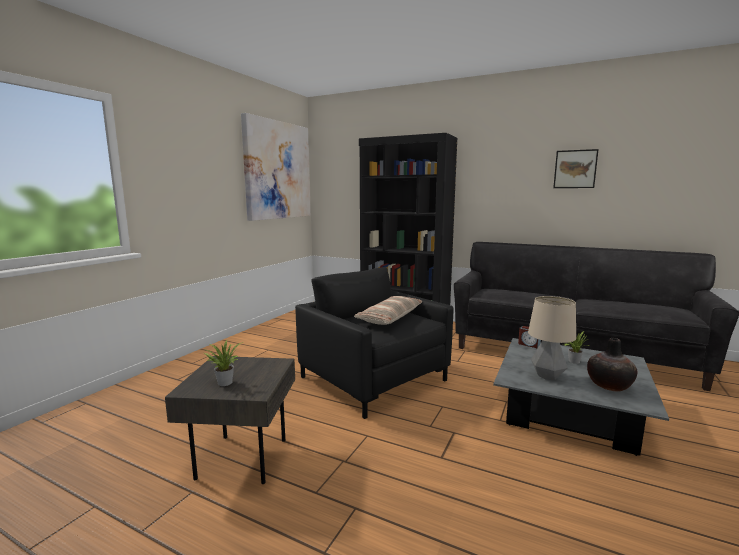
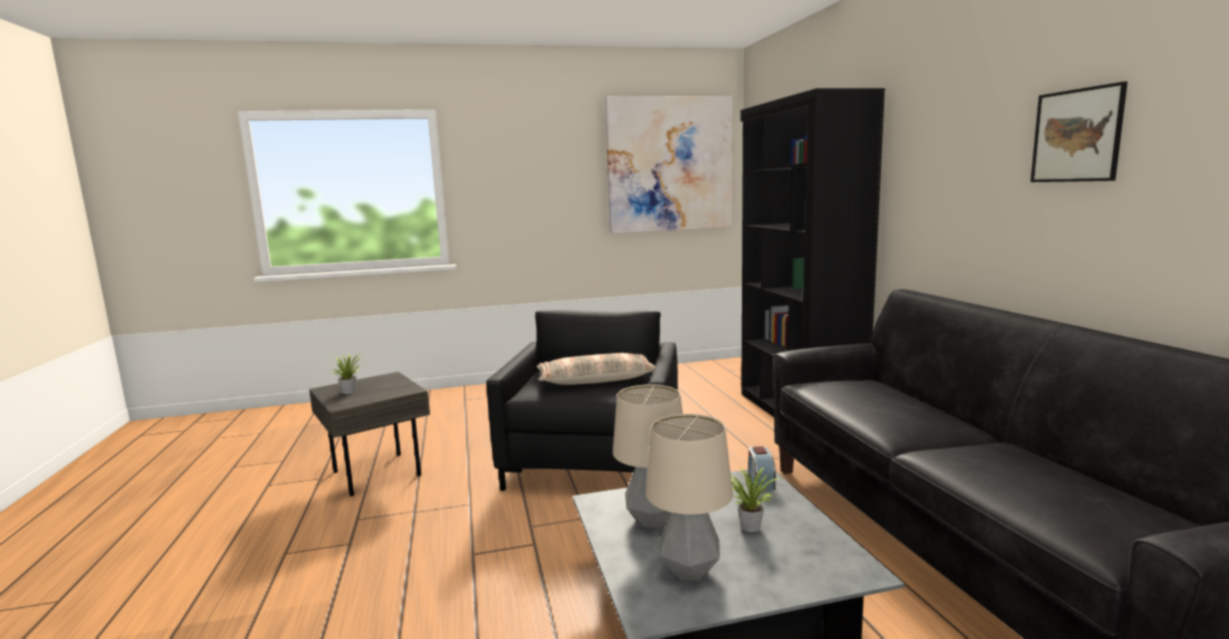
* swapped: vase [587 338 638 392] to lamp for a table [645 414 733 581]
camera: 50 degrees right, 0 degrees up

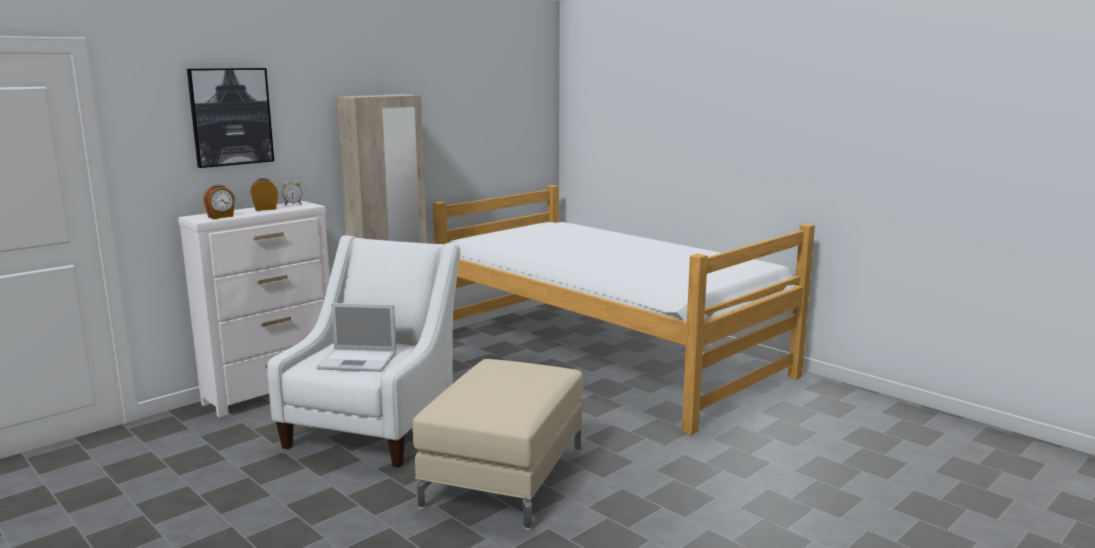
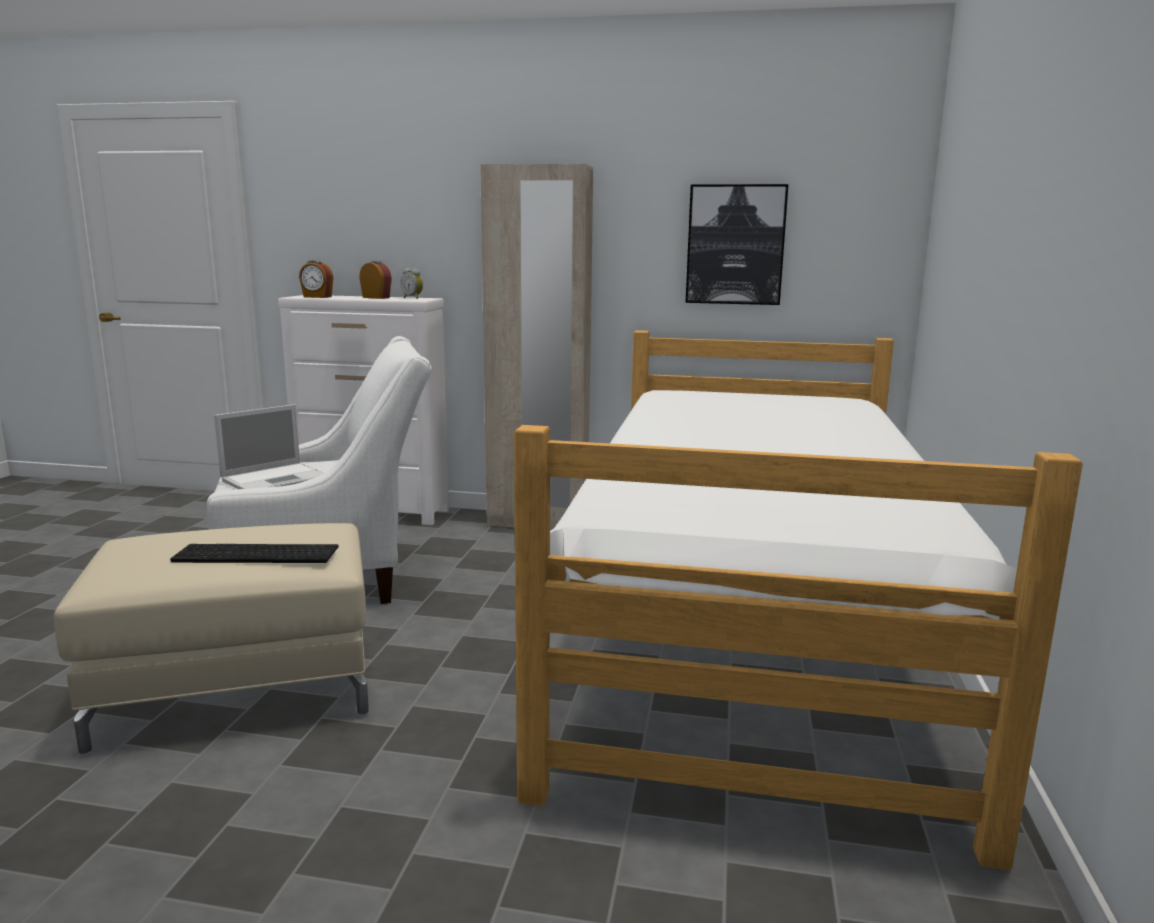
* shifted: picture [187 68 274 168] to [686 184 788 305]
* rotated: portable computer [317 303 396 372] = [214 404 324 489] 105 degrees counterclockwise
* new: PC keyboard [170 544 339 563]
camera: 55 degrees right, 0 degrees up

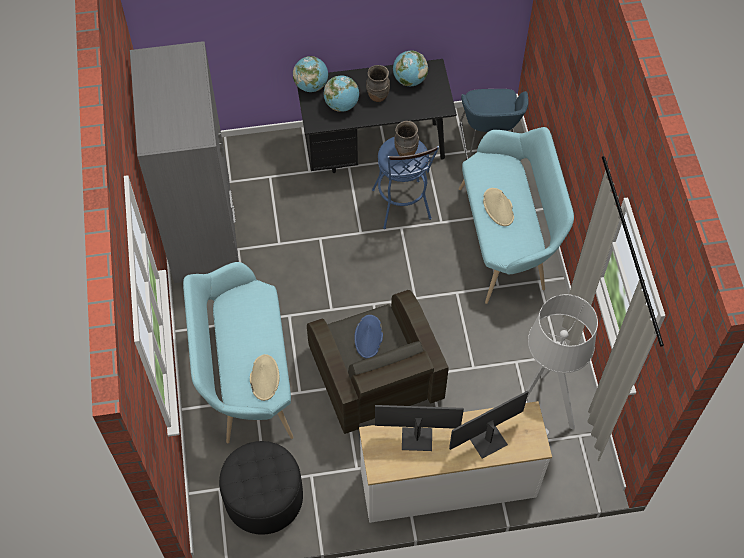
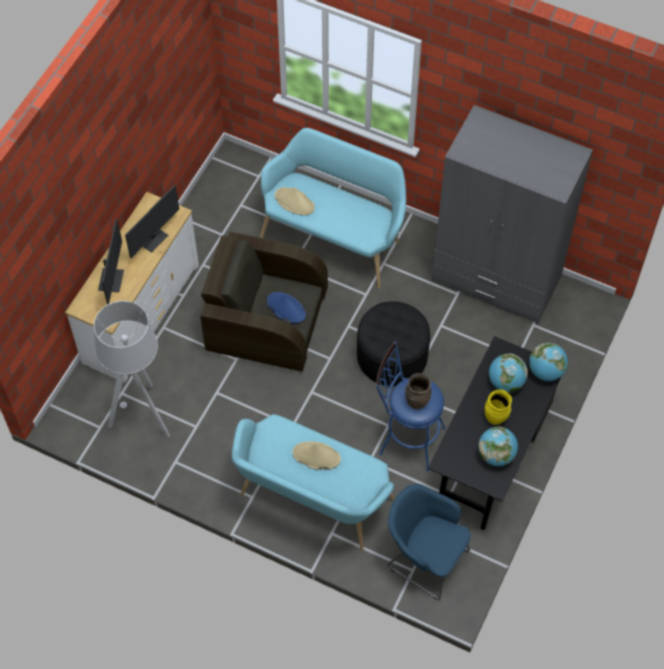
* shifted: footrest (black-coloured) [219 441 303 535] to [357 301 430 386]
* repainted: vase (brown-coloured) [366 65 390 102] to vase (yellow-coloured) [485 390 512 425]
camera: 125 degrees right, 0 degrees up

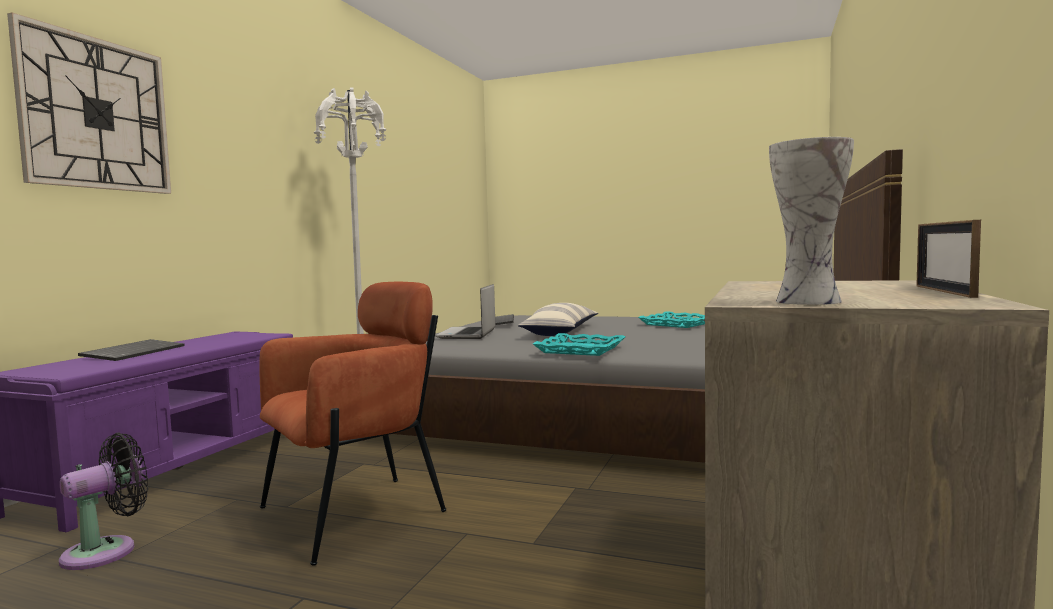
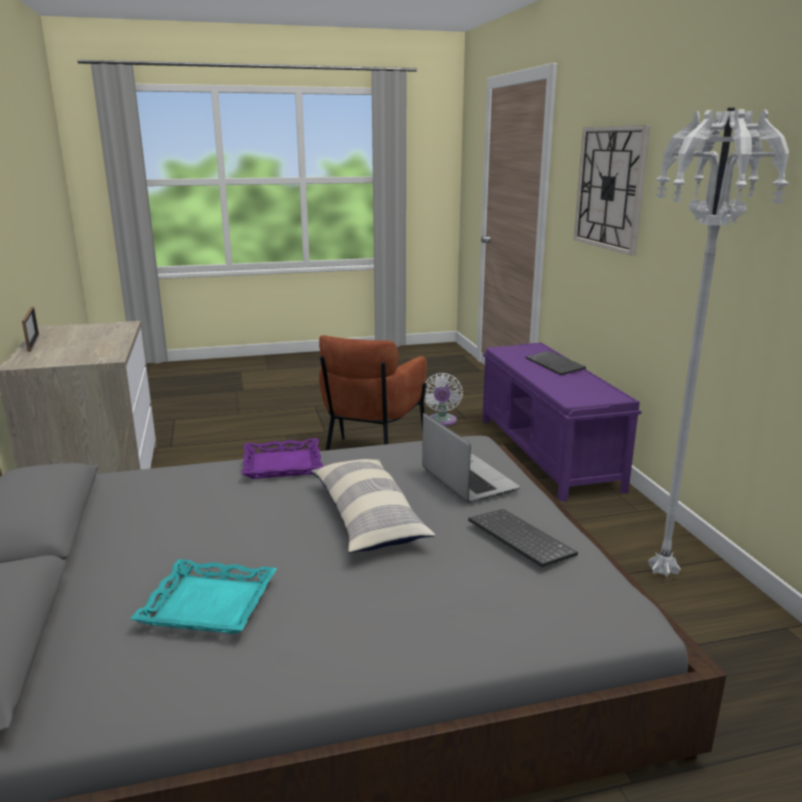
* repainted: fan (black-coloured) [59 432 148 570] to fan (whitish) [424 373 463 426]
* repainted: tray (blue-green) [533 333 625 356] to tray (purplish) [242 438 323 479]
* gone: vase [769 137 854 305]
camera: 145 degrees right, 15 degrees up

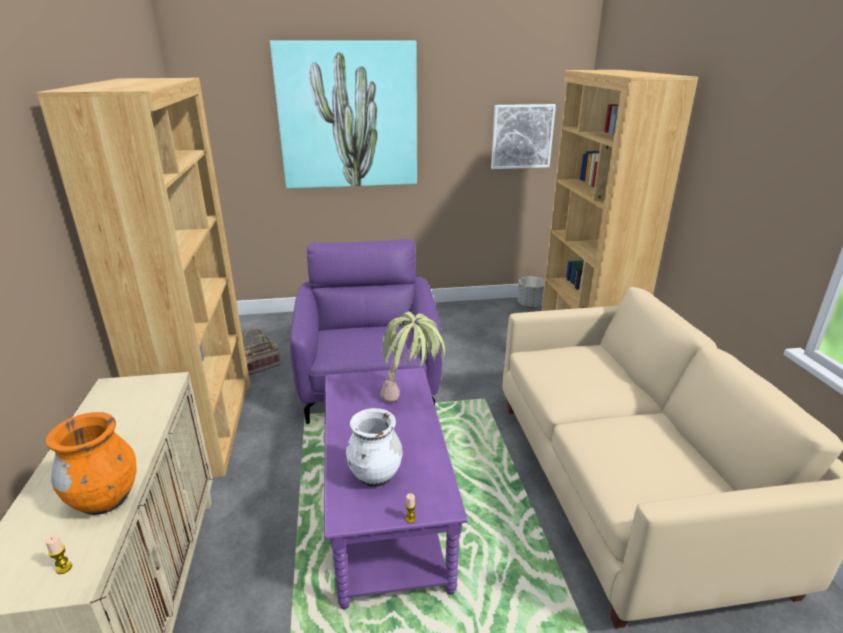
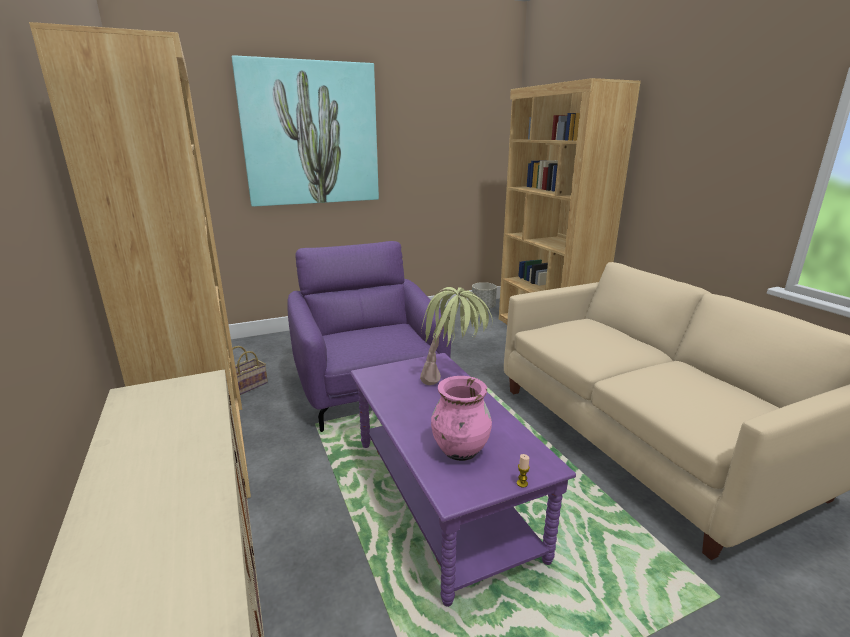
* gone: wax light [45 534 72 574]
* gone: vase (orange) [46 412 137 515]
* repainted: vase (whitish) [346 408 402 487] to vase (pink-coloured) [431 376 492 461]
* gone: picture [491 104 556 169]
camera: 15 degrees left, 5 degrees down

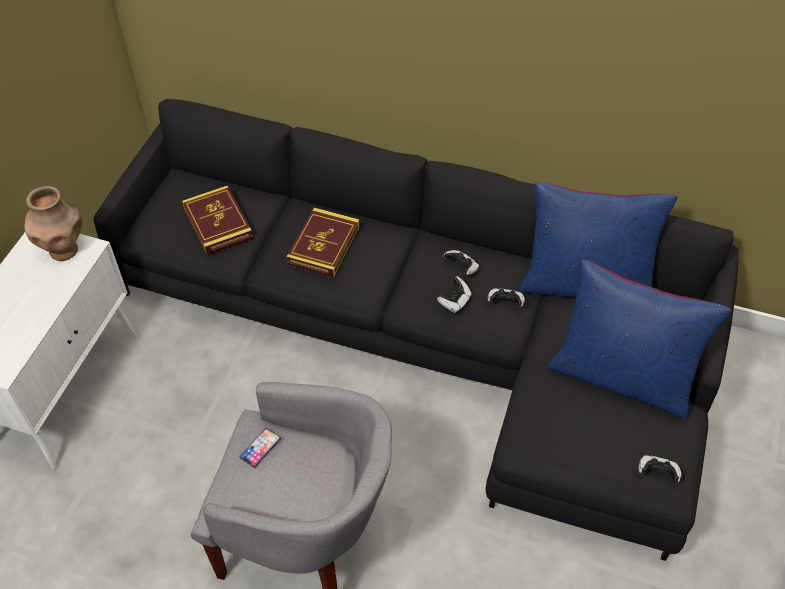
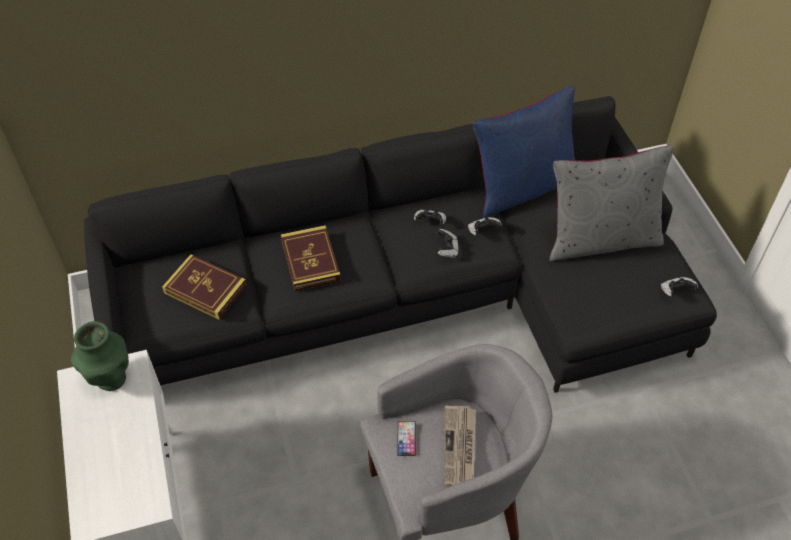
* repainted: vase (brown-coloured) [24 186 82 261] to vase (green) [71 321 129 391]
* repainted: cushion (bluish) [548 259 731 419] to cushion (greyish) [549 145 674 261]
* new: newspaper [444 406 476 486]
camera: 35 degrees left, 0 degrees up

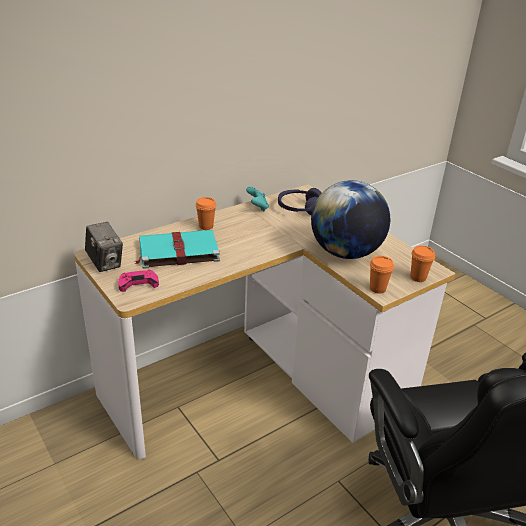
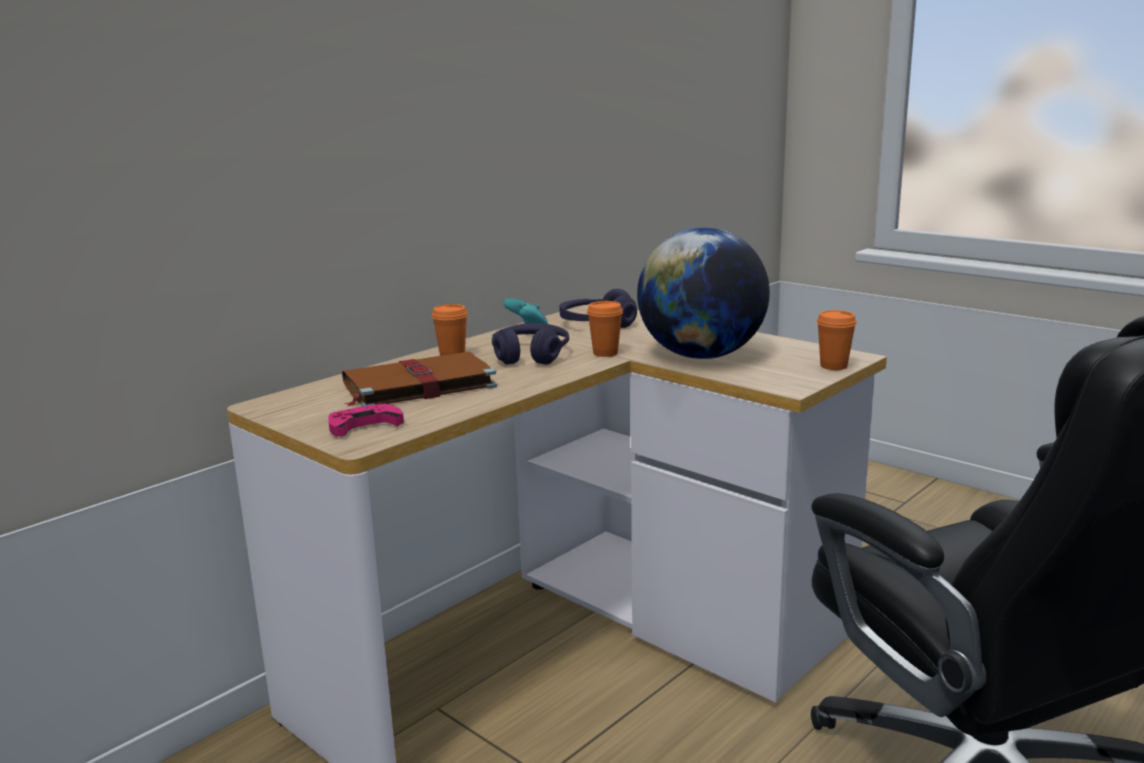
* gone: photo camera [85 222 123 272]
* repainted: volume (blue-green) [135 230 220 269] to volume (brown-coloured) [342 351 497 407]
* shifted: small cup (orange) [370 256 394 294] to [587 301 623 357]
* new: headphones (purplish) [492 323 569 365]
camera: 10 degrees left, 15 degrees down

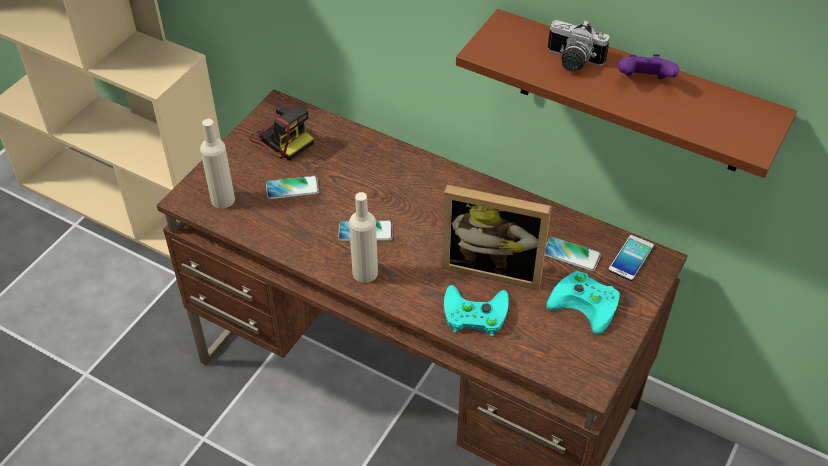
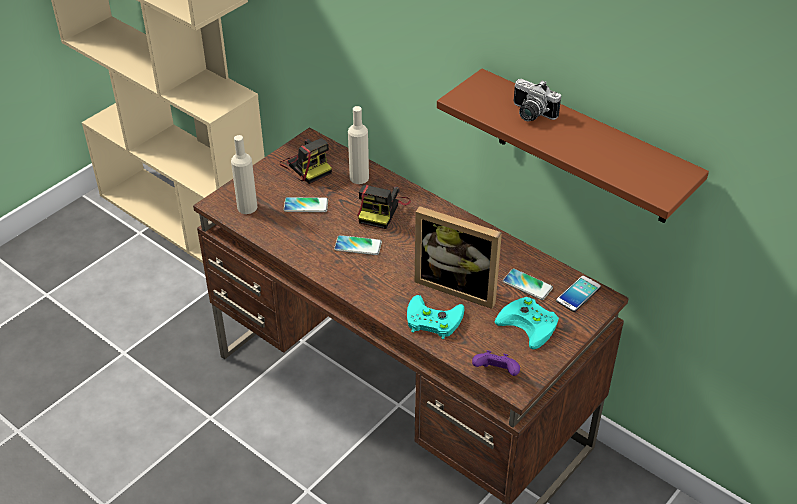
* shifted: drink bottle (sand-coloured) [349 192 378 283] to [348 106 369 184]
* shifted: joypad (purplish) [618 54 679 79] to [472 350 520 376]
* new: photo camera [357 185 411 229]
camera: 10 degrees right, 5 degrees down

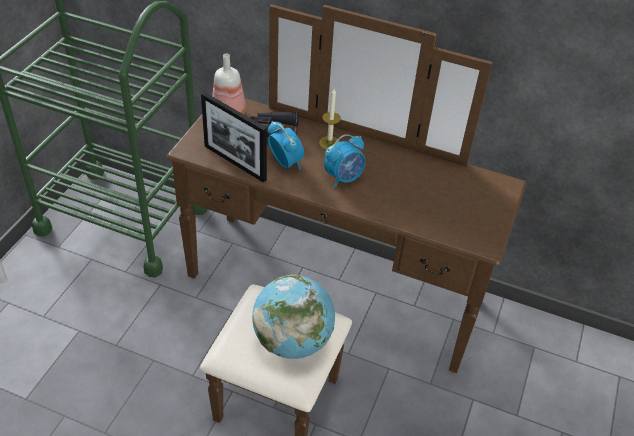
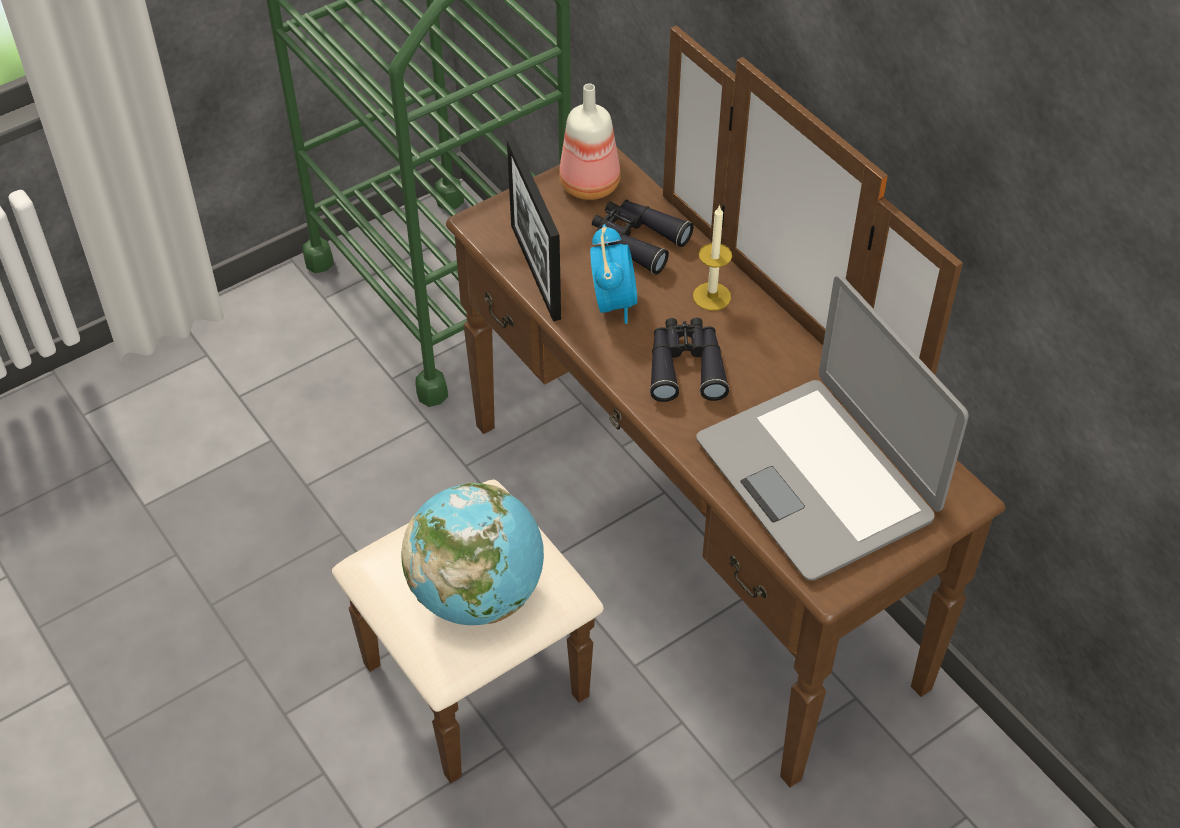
* swapped: table clock [324 134 365 188] to field glasses (black-coloured) [650 318 729 402]
* new: portable computer [696 275 969 581]
camera: 35 degrees right, 5 degrees up

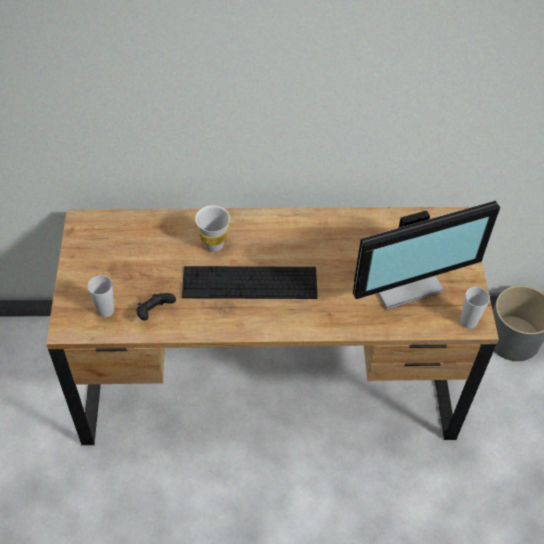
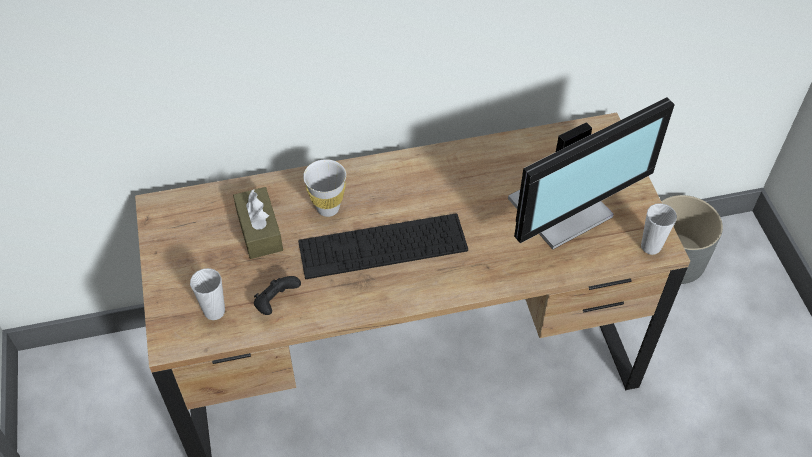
* new: box of tissues (brown-coloured) [233 187 283 259]
camera: 10 degrees left, 0 degrees up

